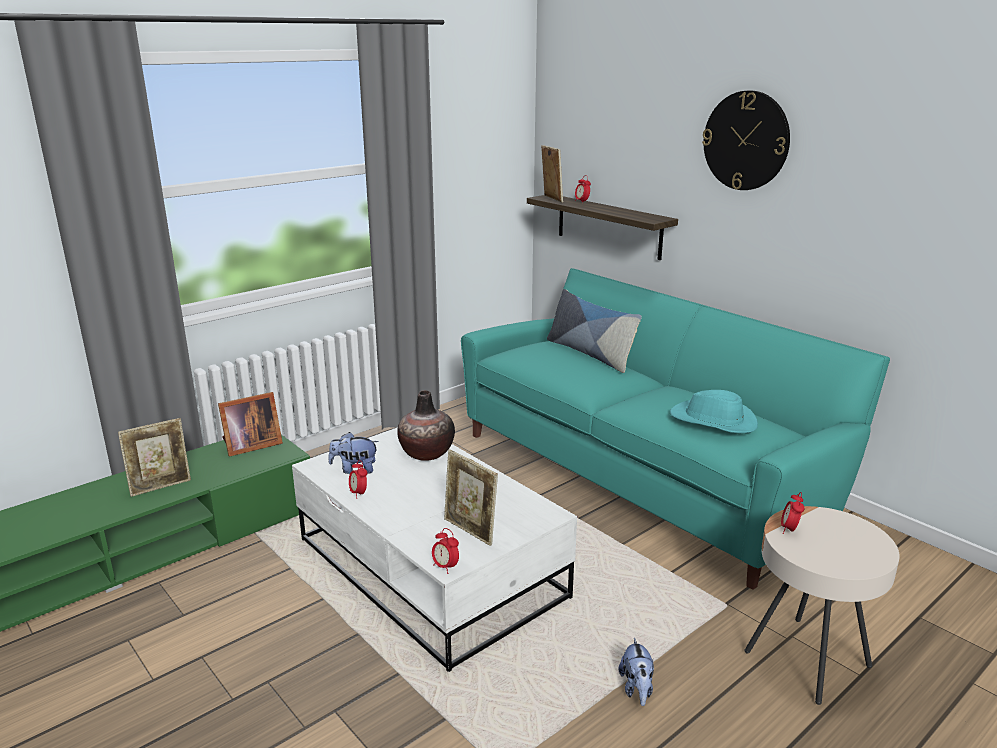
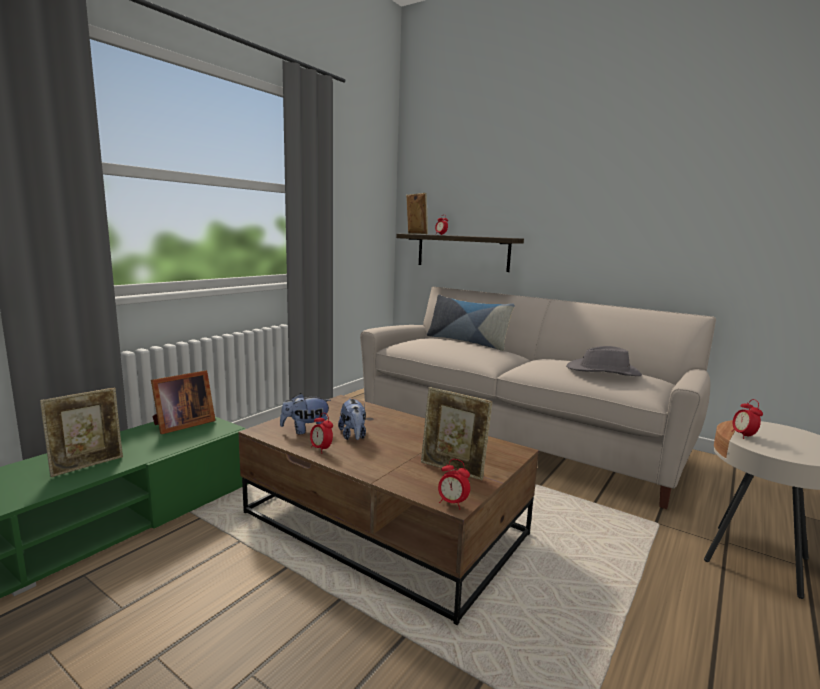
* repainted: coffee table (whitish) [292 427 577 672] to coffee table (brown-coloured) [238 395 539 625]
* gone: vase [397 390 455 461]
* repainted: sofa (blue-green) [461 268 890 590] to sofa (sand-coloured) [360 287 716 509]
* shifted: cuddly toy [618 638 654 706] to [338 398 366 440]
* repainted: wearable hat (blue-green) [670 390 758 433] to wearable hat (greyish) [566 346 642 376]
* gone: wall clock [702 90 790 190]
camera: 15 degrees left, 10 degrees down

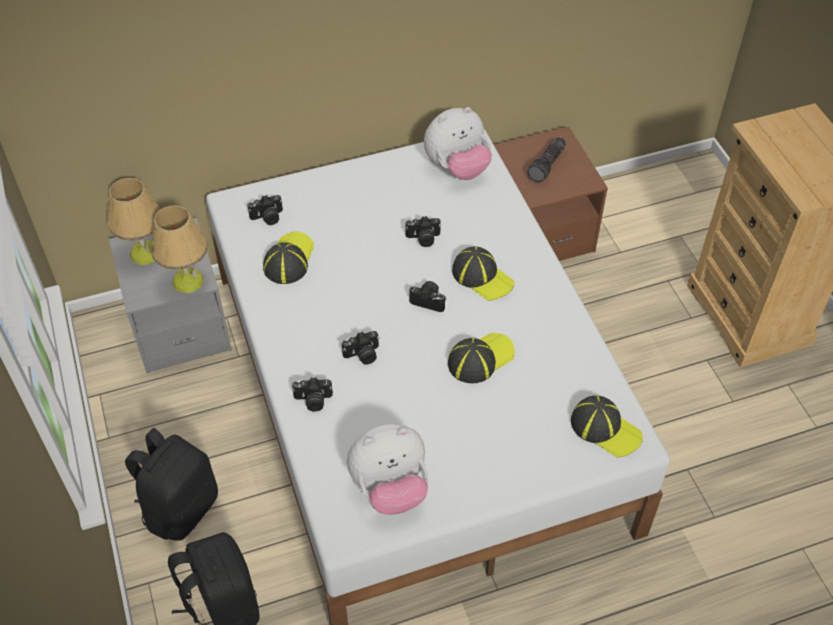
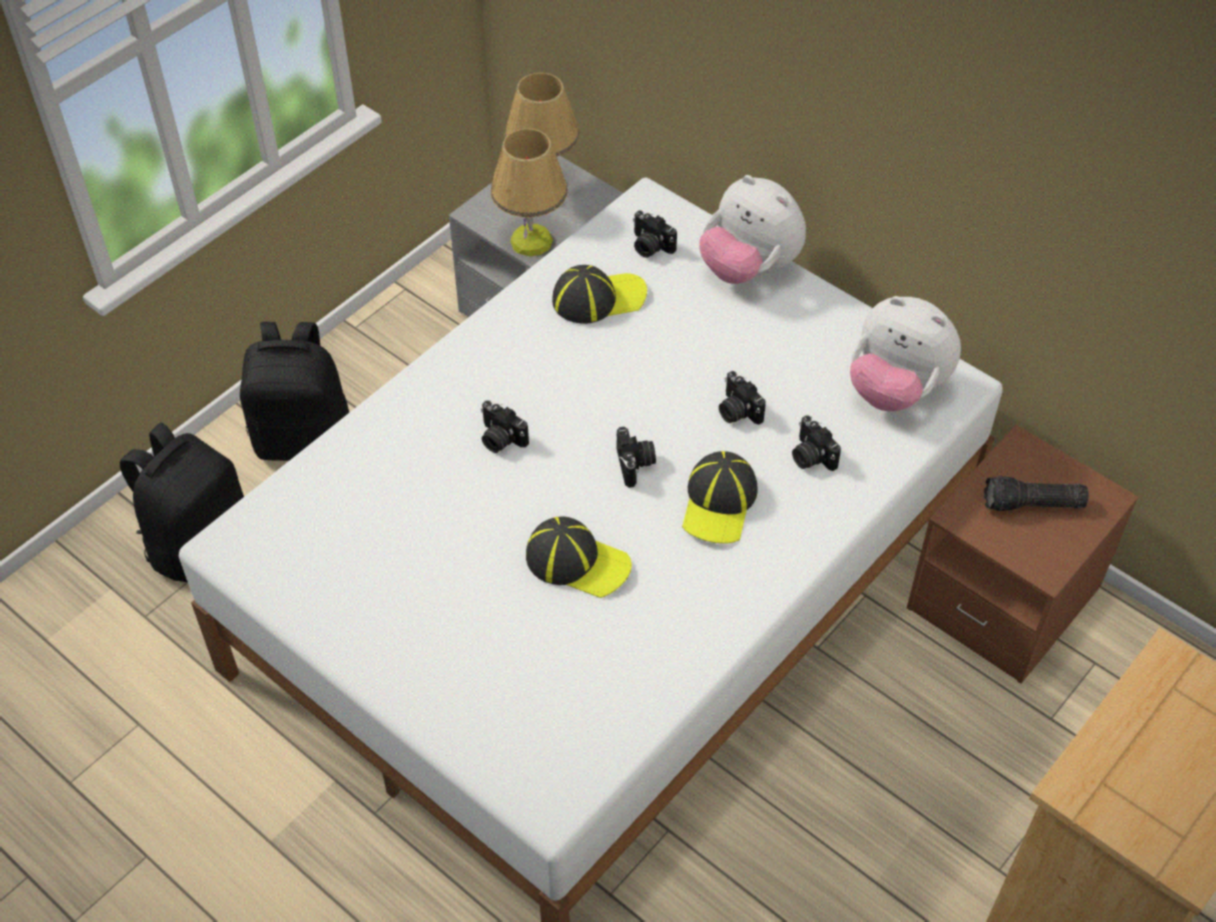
* shifted: photo camera [292 377 333 411] to [792 415 841 471]
* shifted: cuddly toy [347 424 428 515] to [700 175 806 284]
* gone: peaked cap [571 396 643 458]
camera: 60 degrees right, 0 degrees up

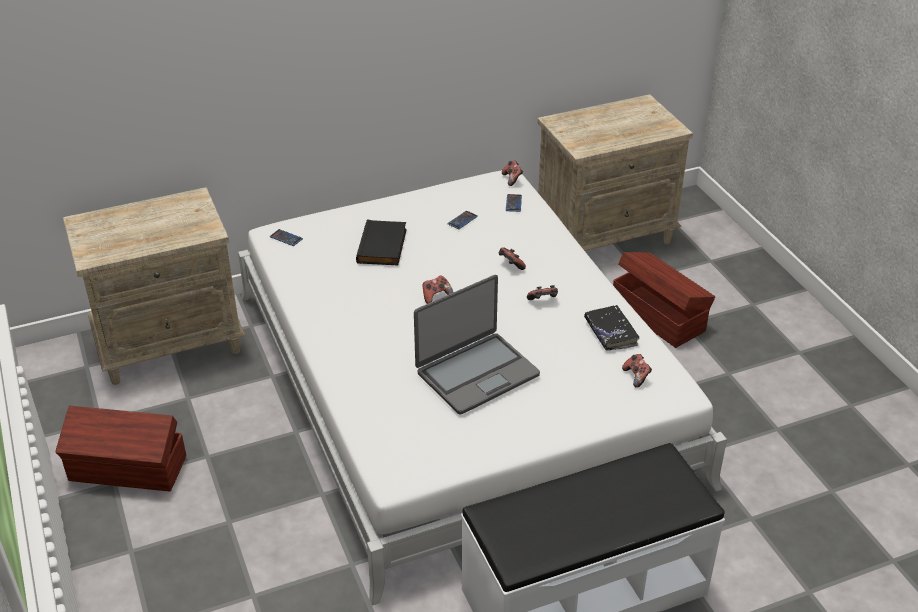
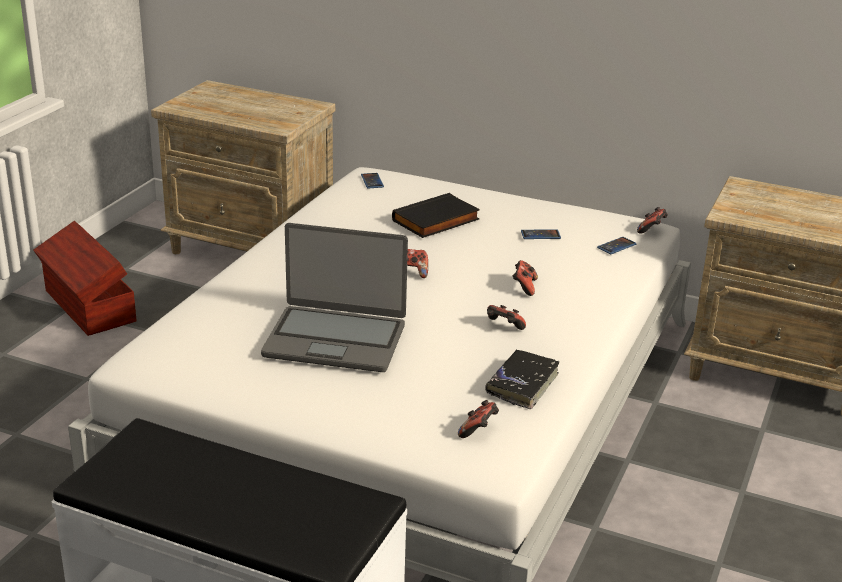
* gone: storage container (brown-coloured) [613 252 715 348]
camera: 45 degrees right, 10 degrees down

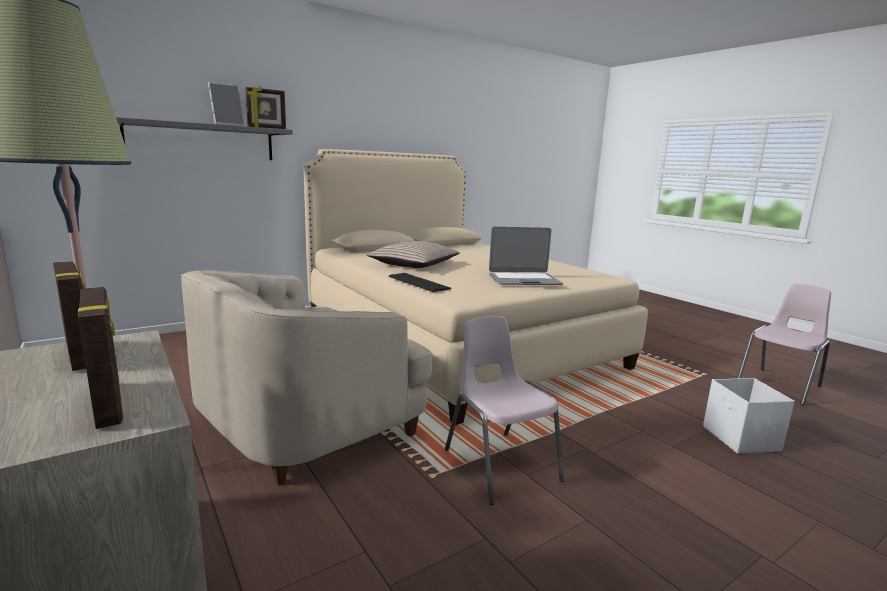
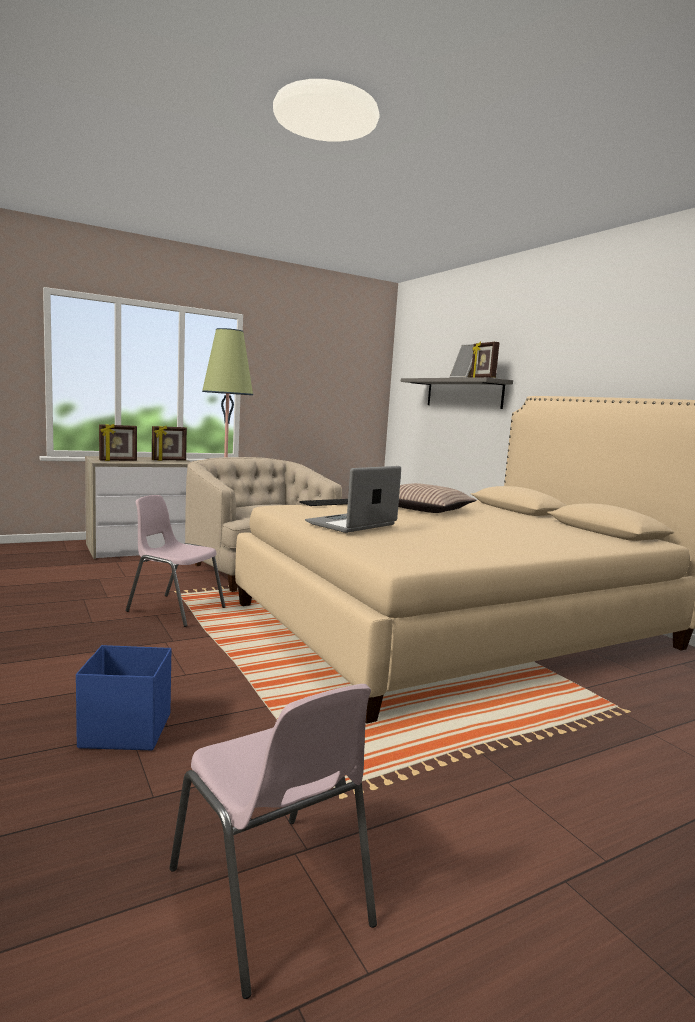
* rotated: upright chair (pink-coloured) [445 316 564 505] = [126 495 226 627] 135 degrees counterclockwise
* rotated: portable computer [489 227 563 285] = [305 466 401 533] 45 degrees clockwise
* repainted: storage container (whitish) [703 378 795 454] to storage container (bluish) [76 645 171 750]
camera: 95 degrees right, 5 degrees down

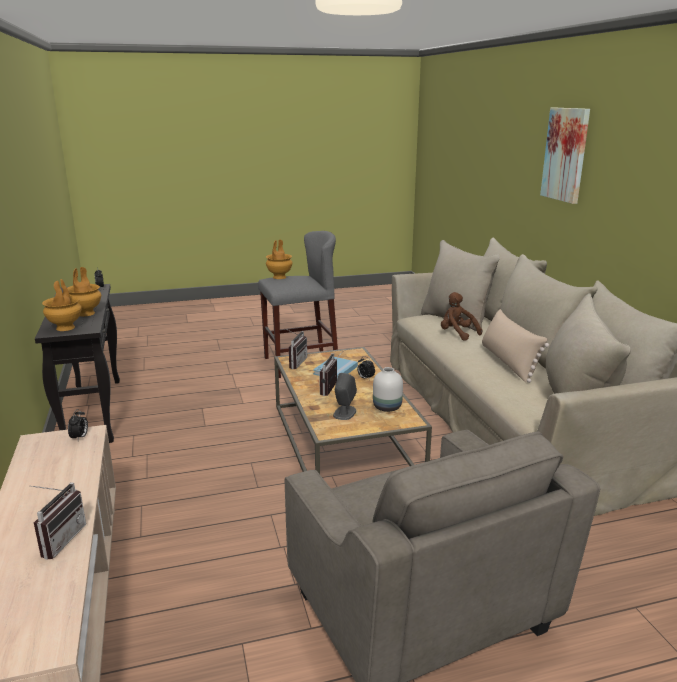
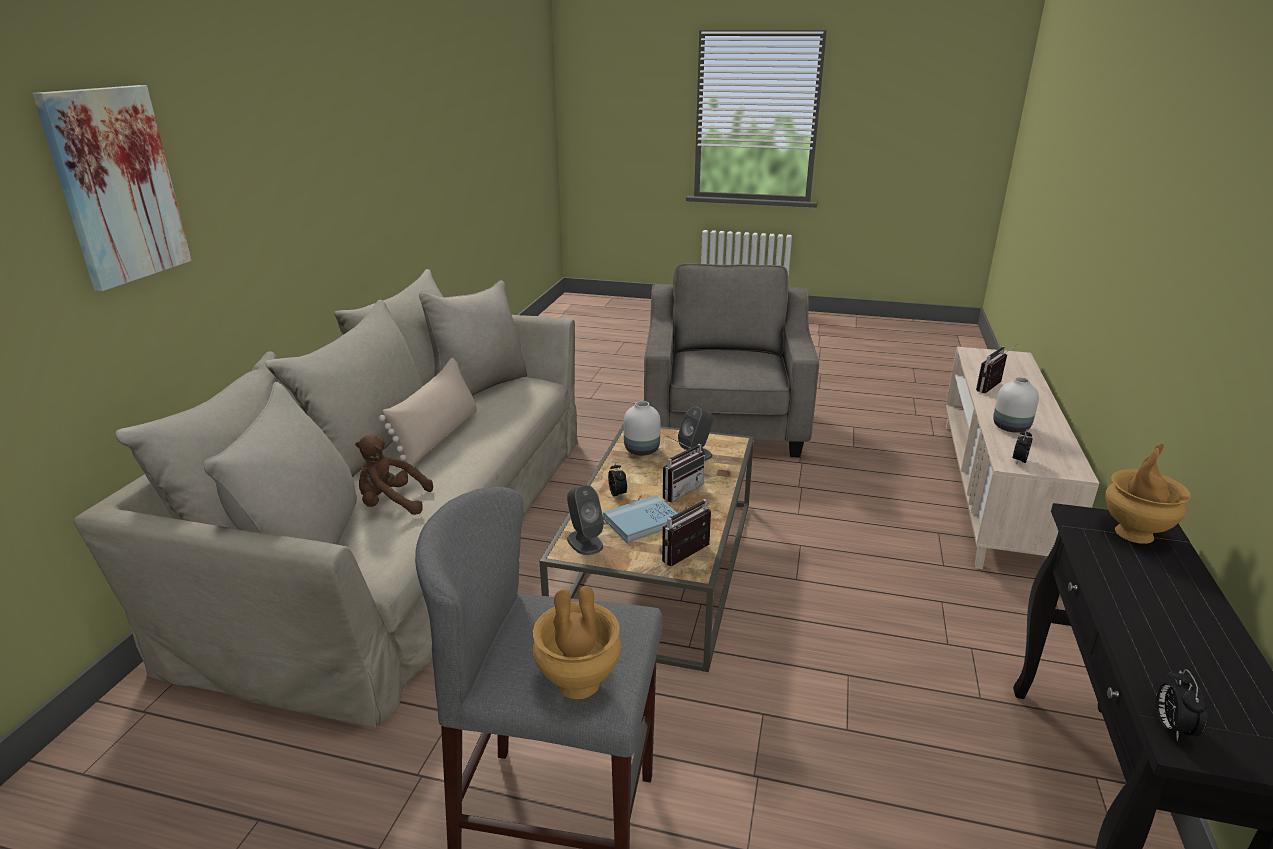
* gone: vase (brown-coloured) [67 267 101 316]
* rotated: cuddly toy (brown-coloured) [441 292 482 341] = [355 435 433 515] 105 degrees clockwise
* new: loudspeaker (greyish) [567 485 604 555]
* new: vase (whitish) [993 377 1039 433]
camera: 150 degrees left, 5 degrees up

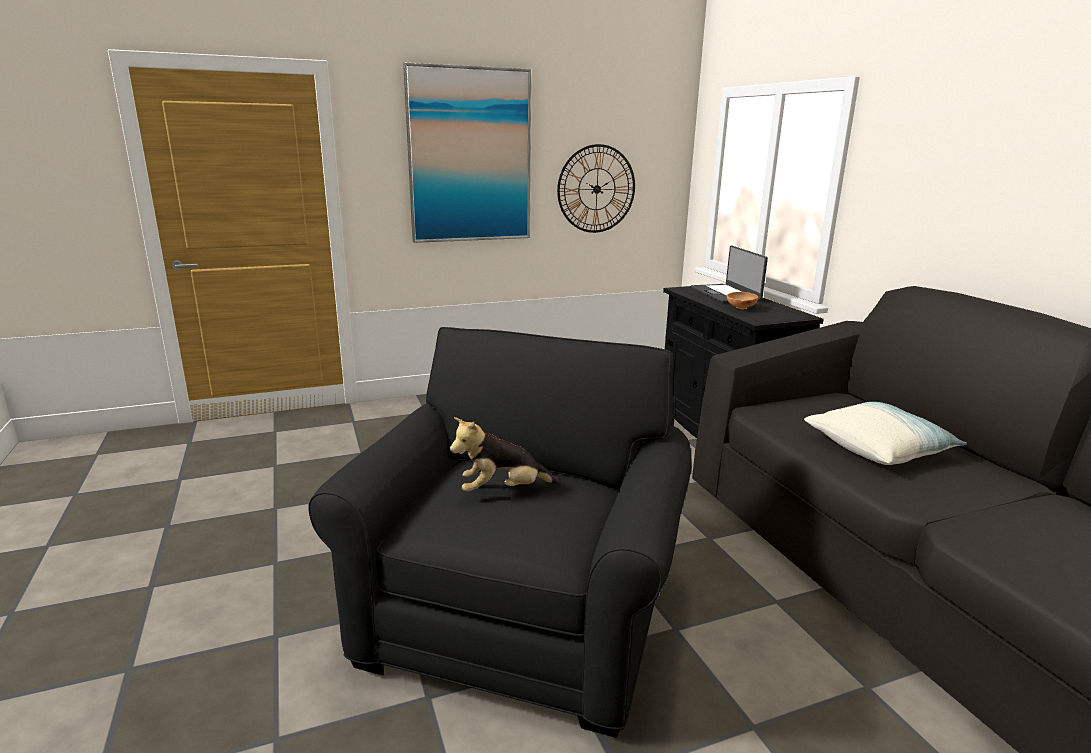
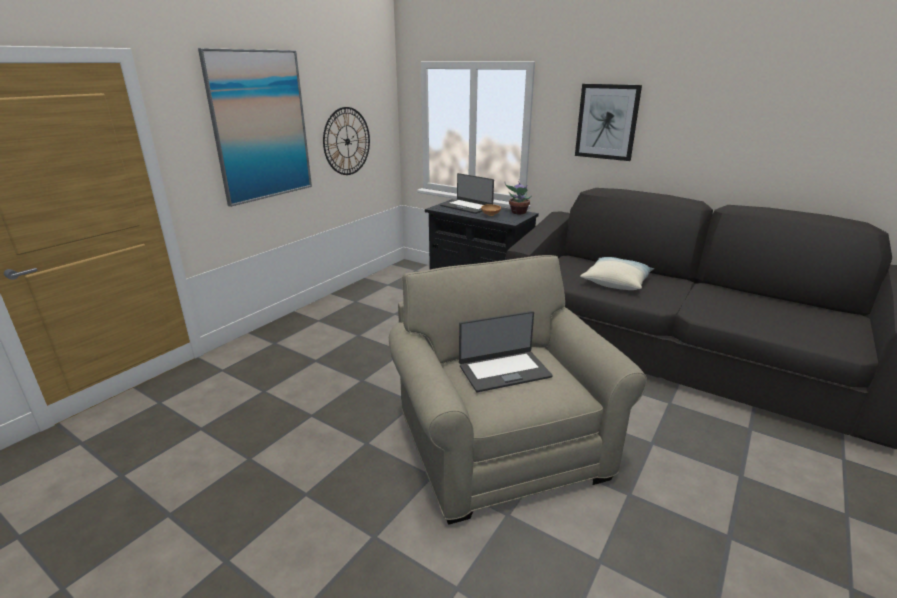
* repainted: lounge chair (black-coloured) [308 327 692 738] to lounge chair (sand-coloured) [389 255 647 525]
* swapped: cuddly toy [450 417 560 492] to portable computer [459 311 553 392]
* new: potted plant [504 180 531 214]
* new: picture [575 84 642 161]
camera: 35 degrees left, 5 degrees up

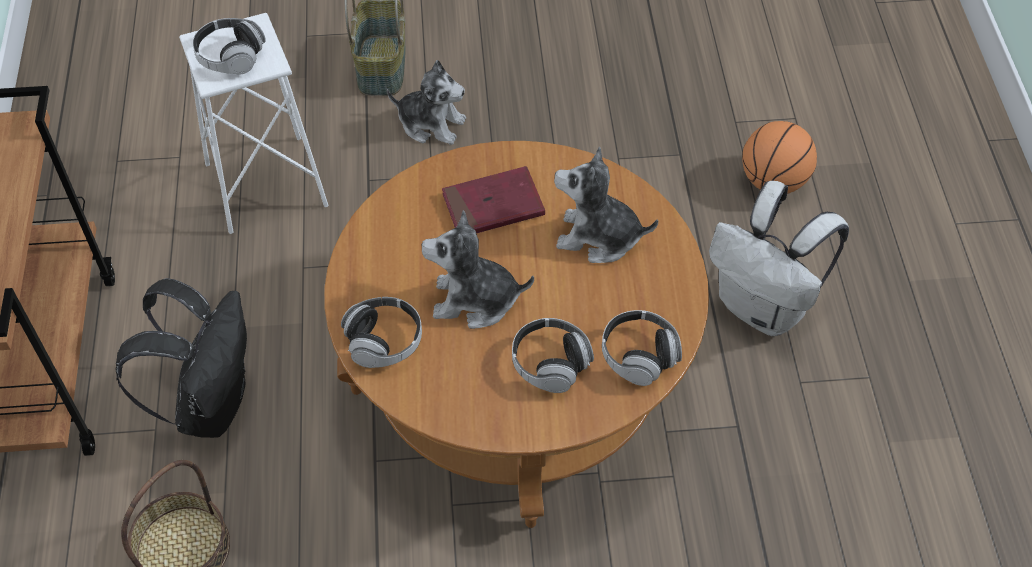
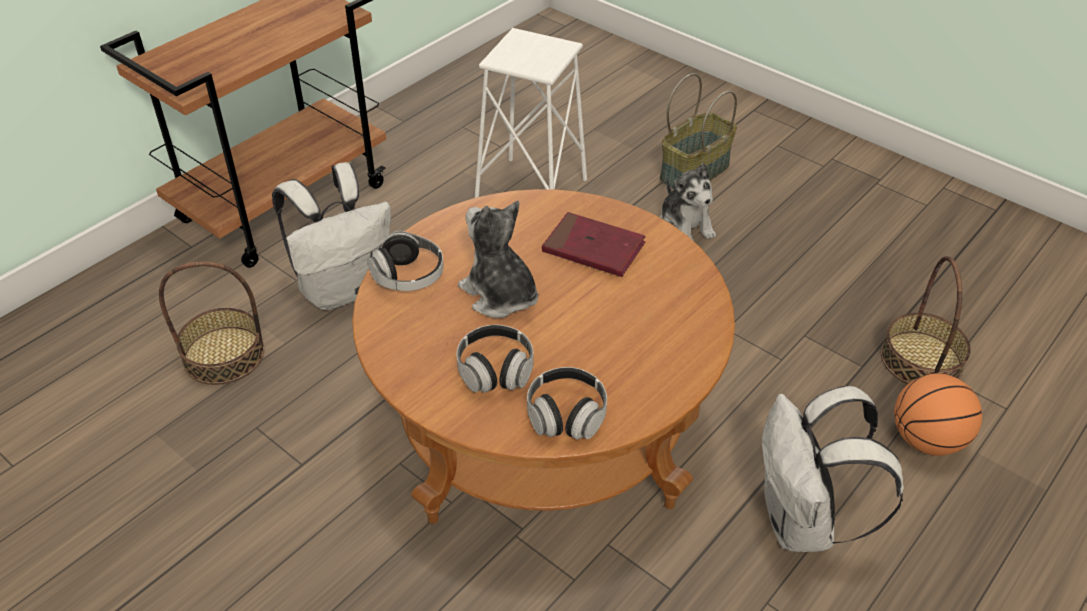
* repainted: backpack (black-coloured) [115 278 247 438] to backpack (whitish) [272 162 391 310]
* gone: headphones [193 18 266 74]
* gone: cuddly toy [554 147 658 263]
* new: storage basket [881 256 971 384]
camera: 45 degrees right, 10 degrees down

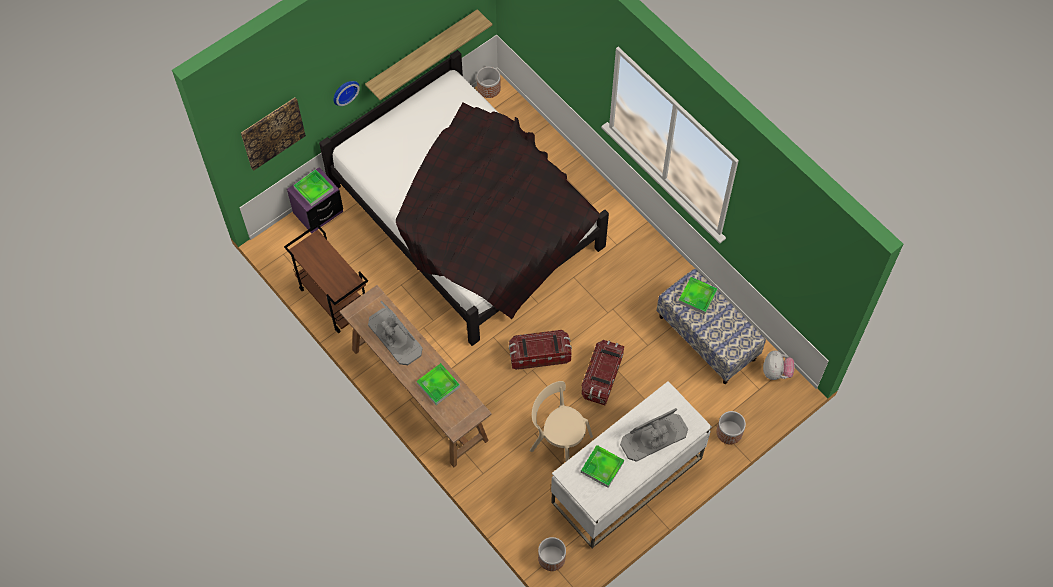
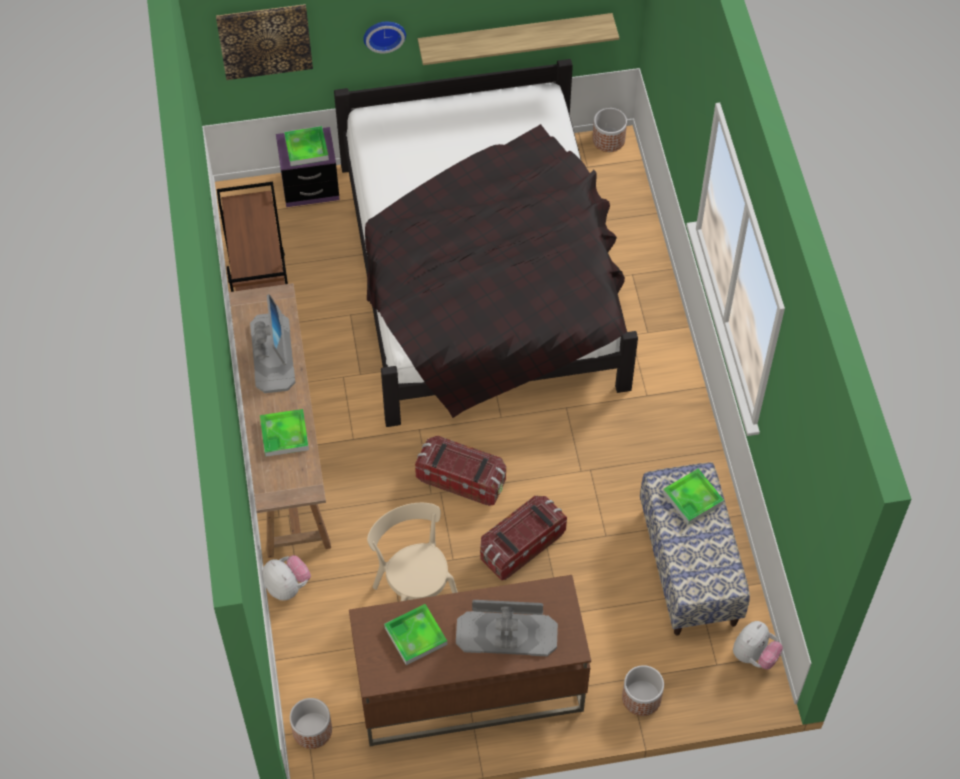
* repainted: desk unit (whitish) [551 381 712 548] to desk unit (brown-coloured) [349 575 591 746]
* new: cuddly toy [263 555 311 601]
camera: 30 degrees right, 5 degrees down

